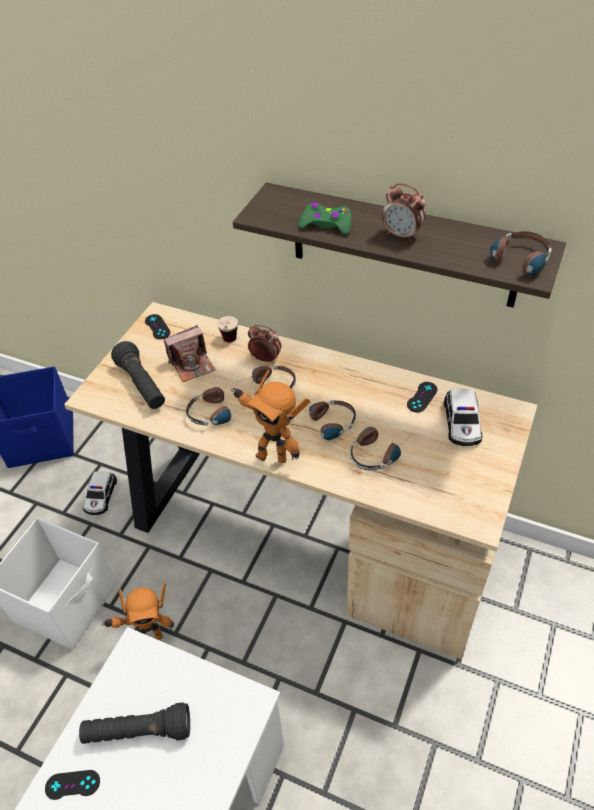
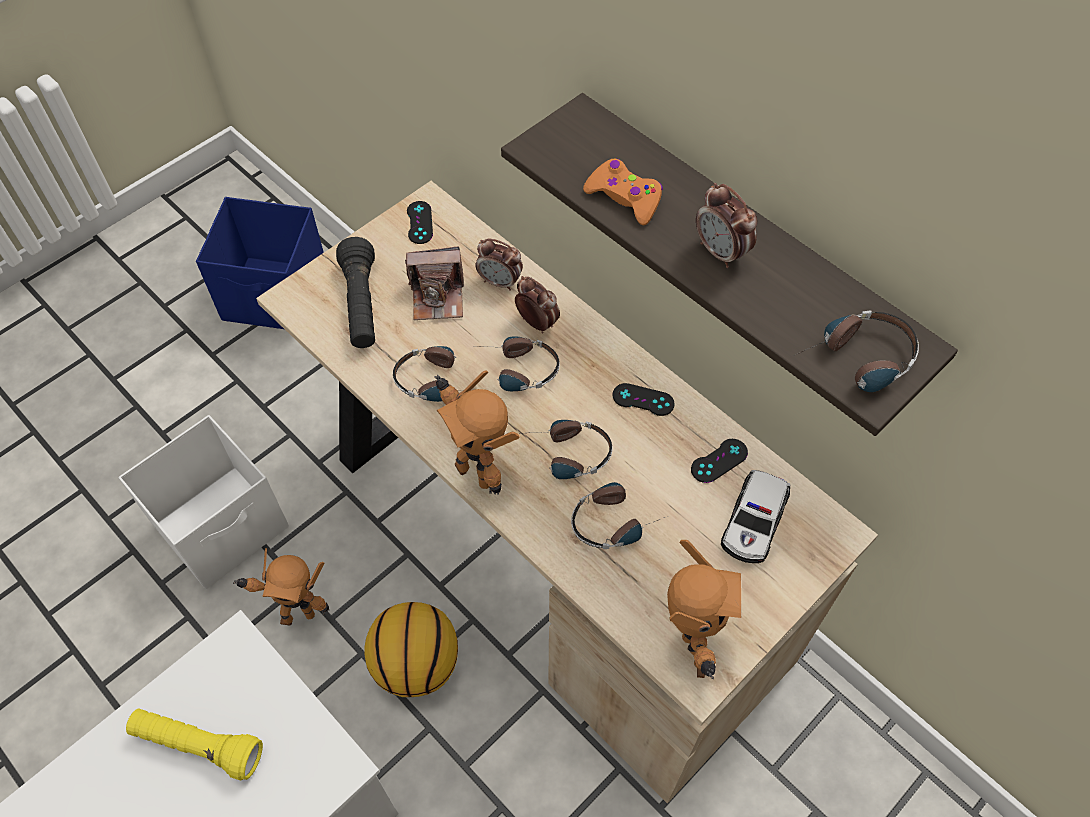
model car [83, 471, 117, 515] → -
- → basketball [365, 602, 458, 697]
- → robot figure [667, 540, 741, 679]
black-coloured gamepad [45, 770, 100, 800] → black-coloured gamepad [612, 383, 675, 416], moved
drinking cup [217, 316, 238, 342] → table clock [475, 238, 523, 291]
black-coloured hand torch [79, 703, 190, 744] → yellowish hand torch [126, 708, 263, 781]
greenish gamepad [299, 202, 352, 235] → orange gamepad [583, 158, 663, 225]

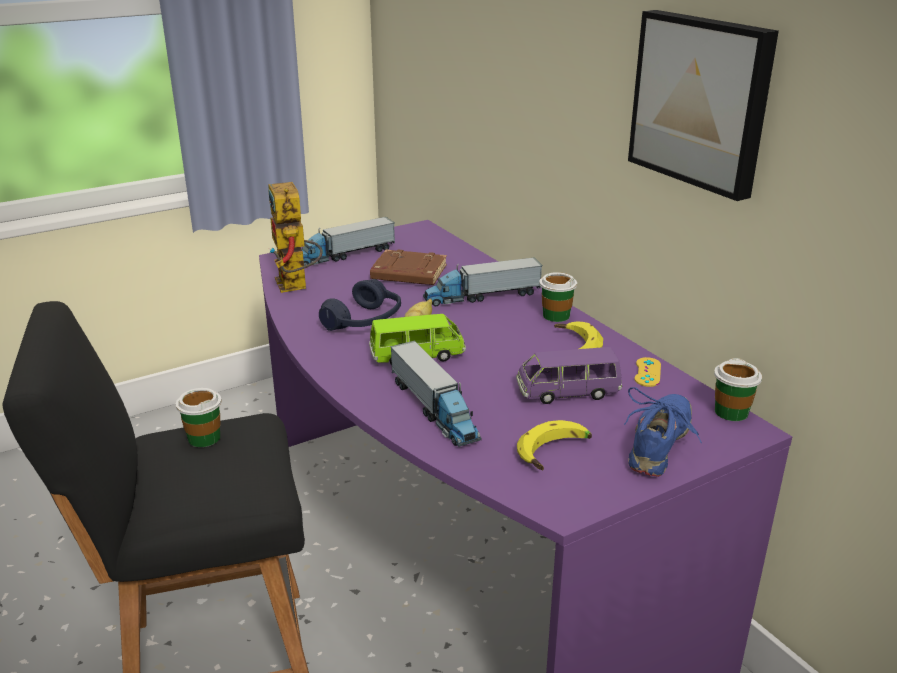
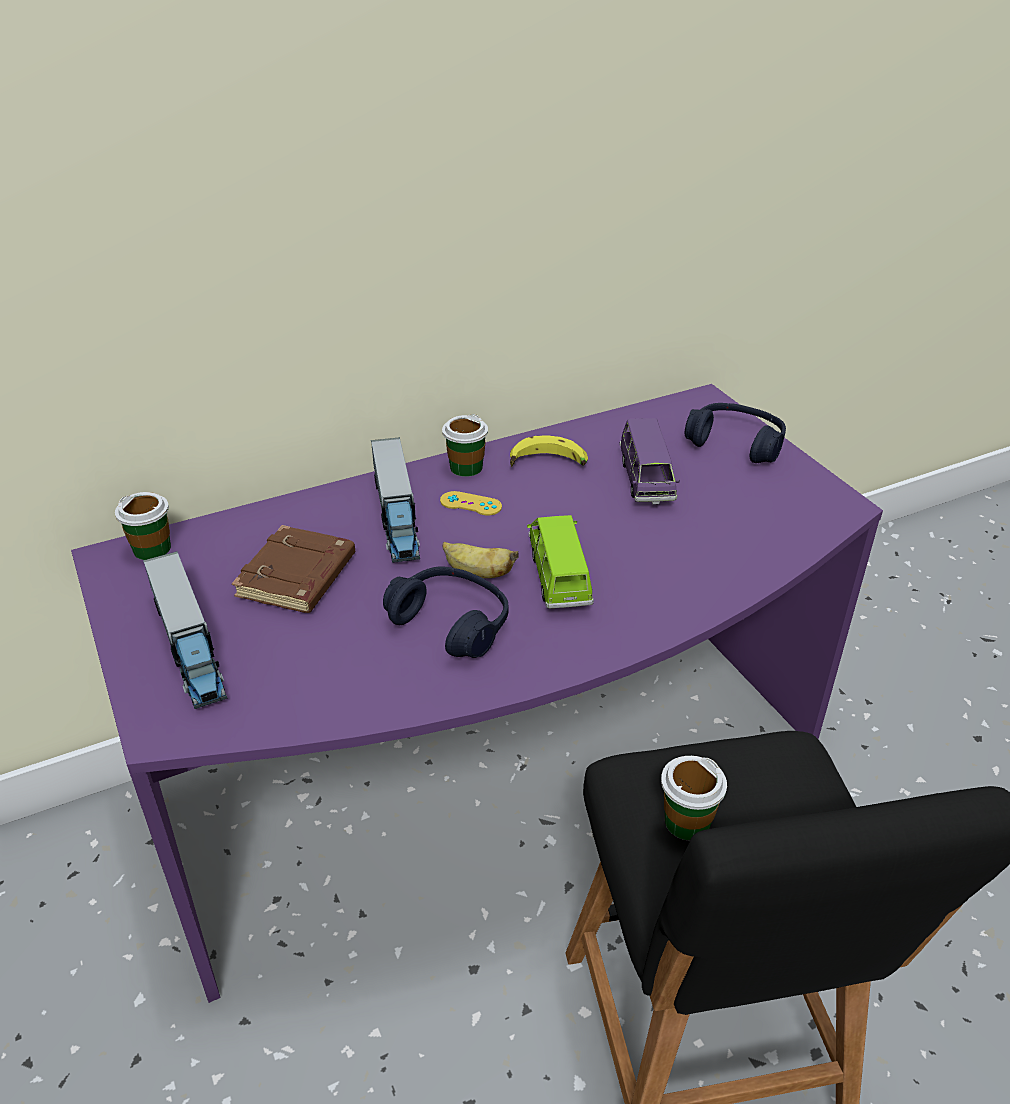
robot figure [269, 182, 323, 293] → -
toy truck [390, 341, 482, 447] → -
banana fruit [517, 420, 592, 470] → -
picture [628, 10, 779, 201] → -
yellowish gamepad [634, 357, 661, 387] → yellowish gamepad [440, 491, 502, 516], moved
drinking cup [714, 358, 762, 421] → drinking cup [115, 492, 171, 560], moved
blue-coloured low shoe [624, 387, 702, 477] → blue-coloured pair of headphones [685, 403, 786, 463]

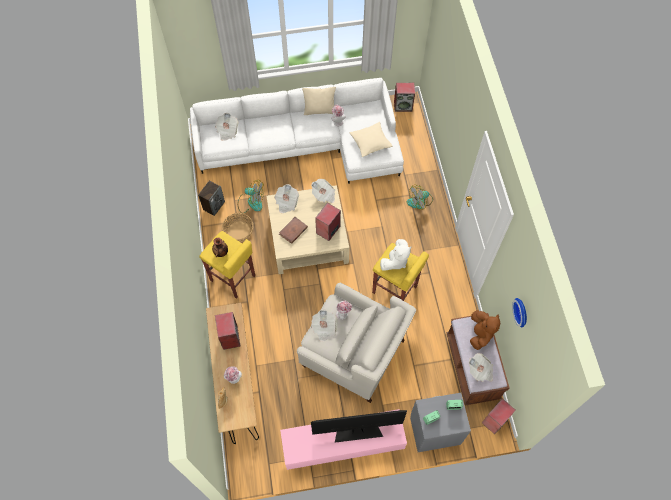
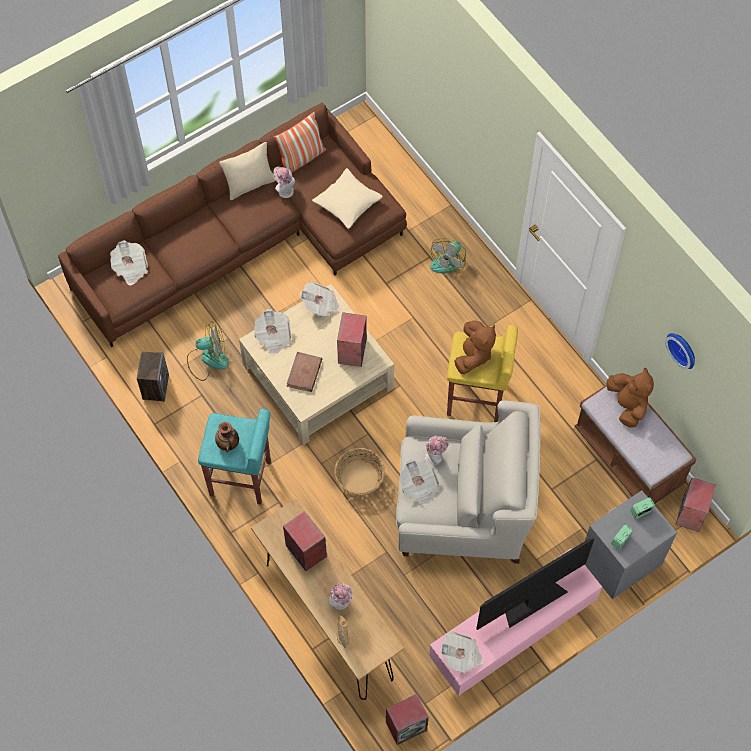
- → cushion [274, 112, 326, 173]
household basket [222, 213, 253, 242] → household basket [334, 448, 385, 496], moved
audio speaker [394, 83, 415, 112] → audio speaker [386, 694, 429, 745], moved
daily paper [469, 353, 493, 382] → daily paper [440, 632, 484, 674], moved
white sofa [190, 78, 404, 184] → brown sofa [58, 103, 407, 347]
yellowish stool [199, 231, 255, 299] → blue-green stool [198, 409, 271, 505]
white soft toy [380, 239, 412, 271] → brown soft toy [454, 320, 496, 374]

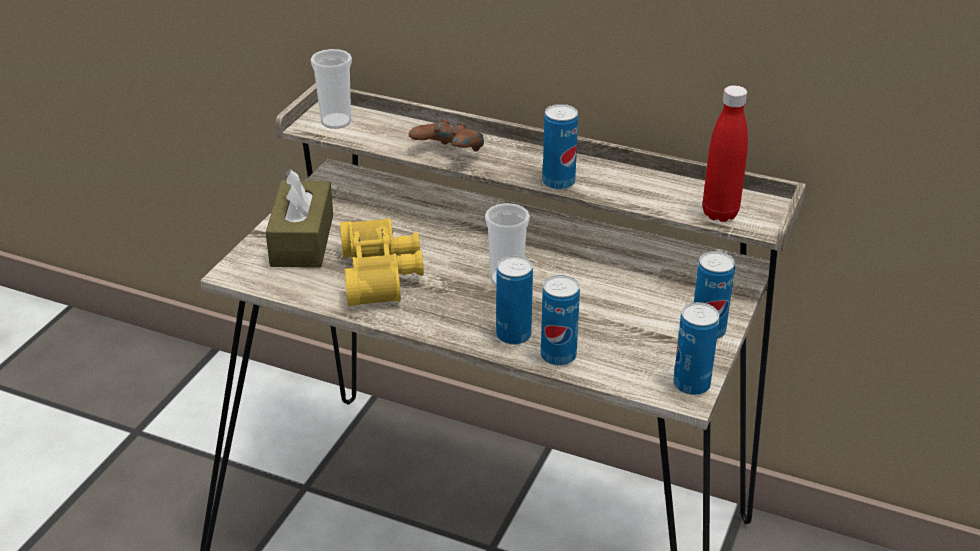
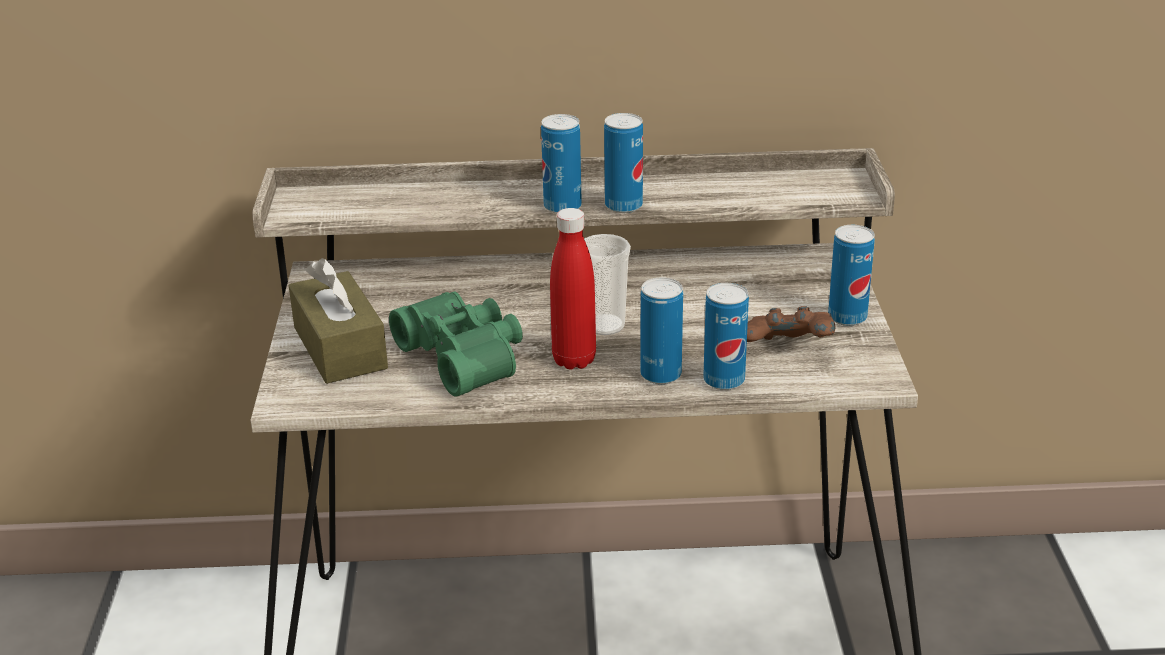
drinking cup [311, 49, 352, 129] → -
brown gamepad [409, 119, 484, 151] → brown gamepad [747, 306, 835, 342], moved
sealed can [673, 302, 719, 395] → sealed can [541, 114, 582, 214], moved
reddish drink bottle [702, 85, 748, 222] → reddish drink bottle [550, 208, 596, 370], moved
yellowish field glasses [340, 218, 424, 306] → greenish field glasses [389, 291, 523, 397]

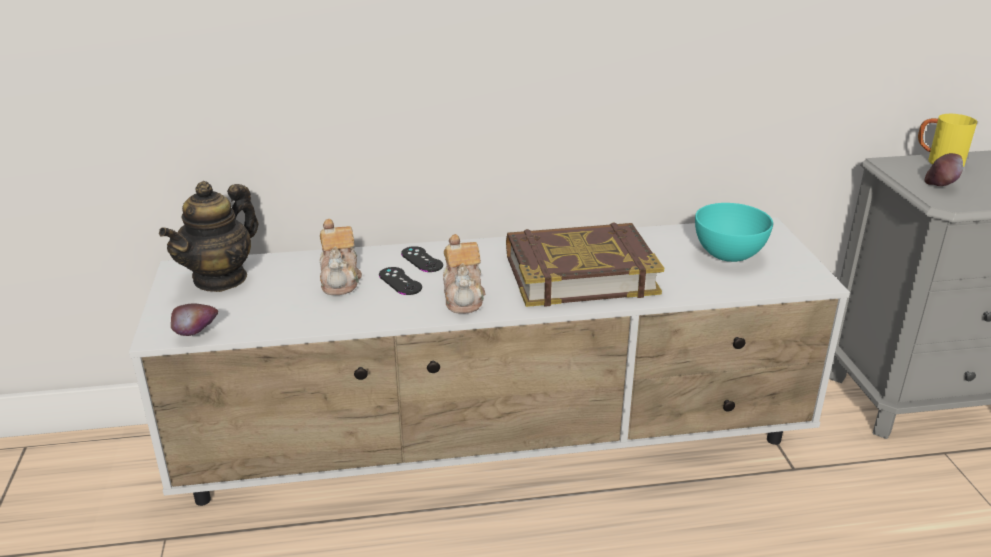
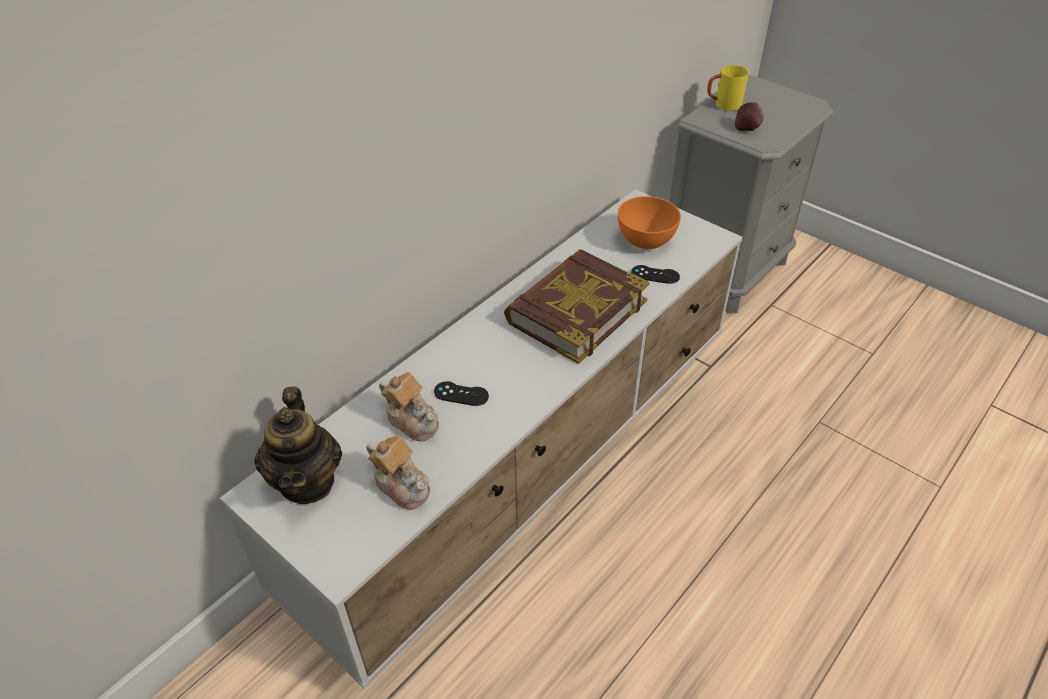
whole apple [171, 303, 218, 336] → -
black-coloured gamepad [401, 246, 443, 272] → black-coloured gamepad [631, 265, 680, 284], moved
teapot [443, 234, 485, 314] → teapot [367, 435, 430, 510], moved
blue-green bowl [695, 203, 773, 262] → orange bowl [618, 196, 681, 249]

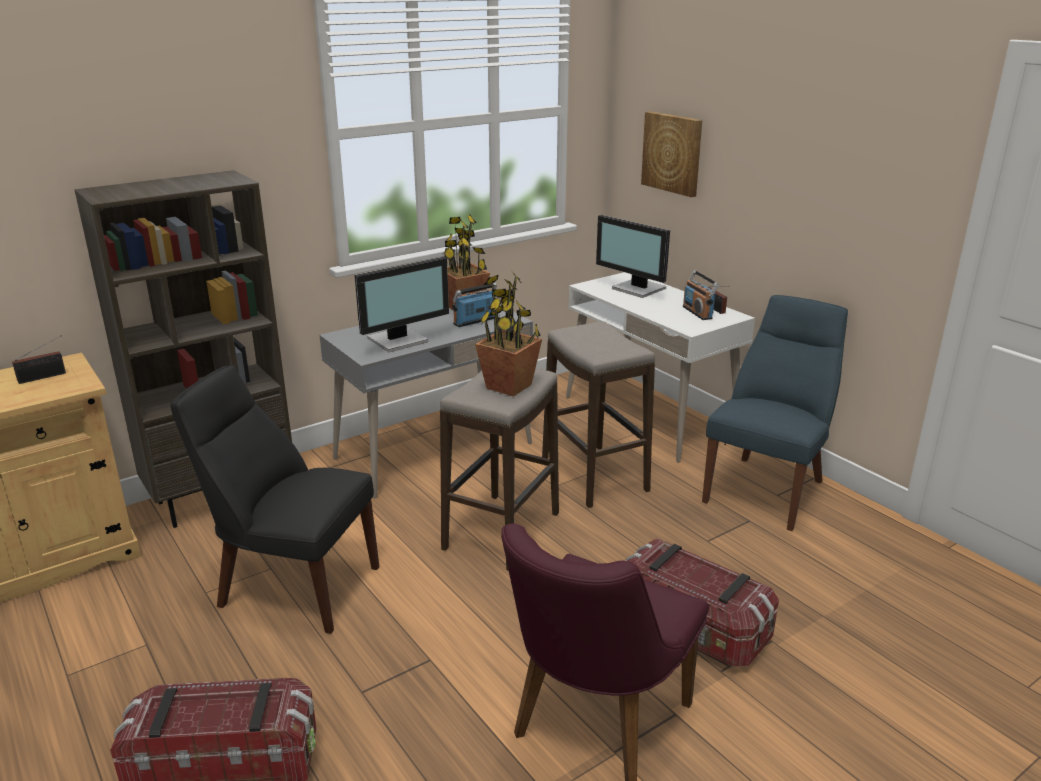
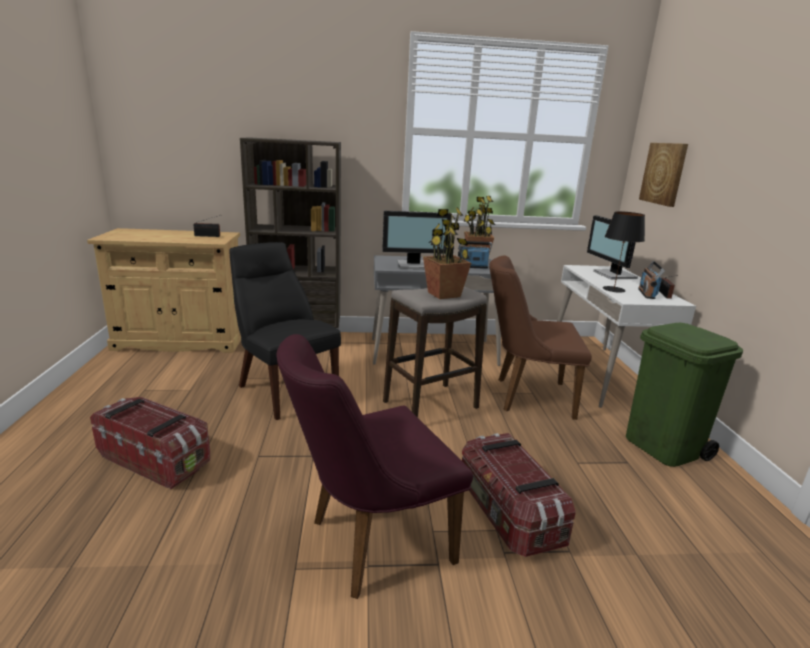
- → black-coloured lamp for a table [603, 211, 645, 293]
stool [542, 321, 655, 508] → brown chair [489, 255, 592, 420]
blue-coloured chair [702, 295, 848, 531] → greenish rubbish bin [626, 323, 743, 467]

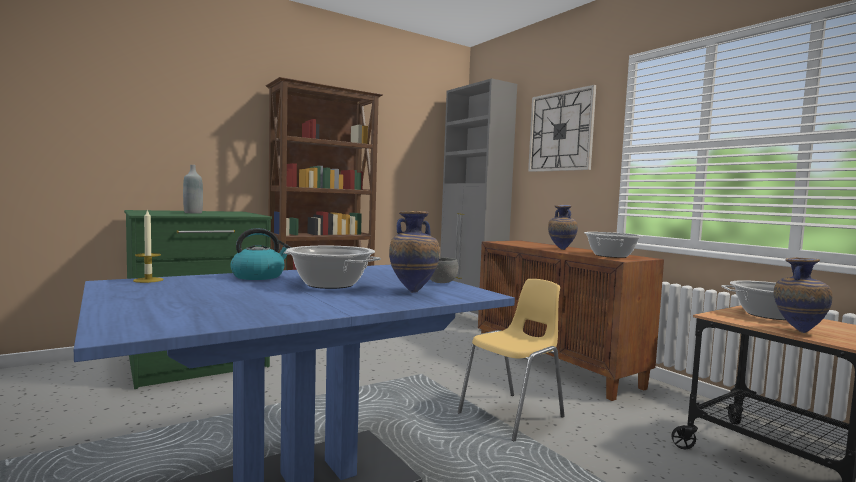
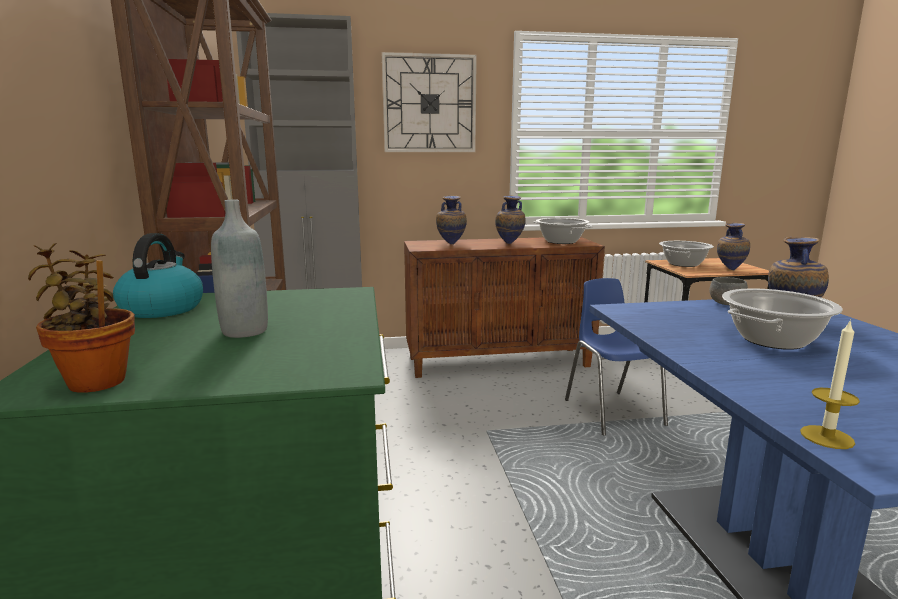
- → plant in a pot [28, 243, 135, 393]
- → decorative vase [436, 195, 467, 244]
water kettle [230, 228, 292, 280] → water kettle [113, 233, 203, 318], moved
yellowish chair [458, 279, 565, 441] → blue-coloured chair [565, 278, 668, 436]

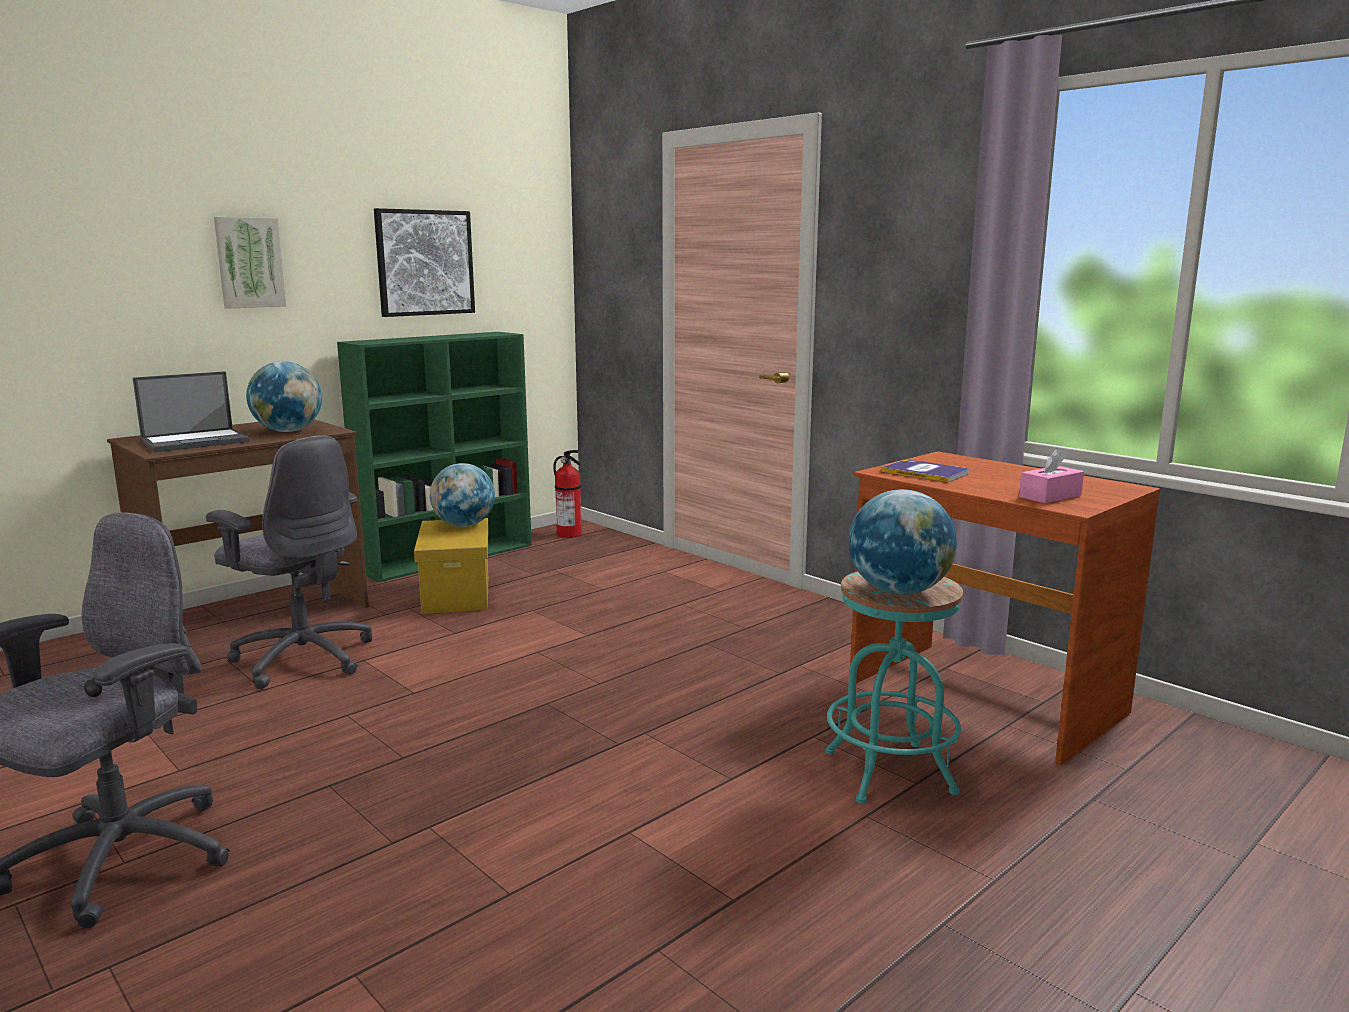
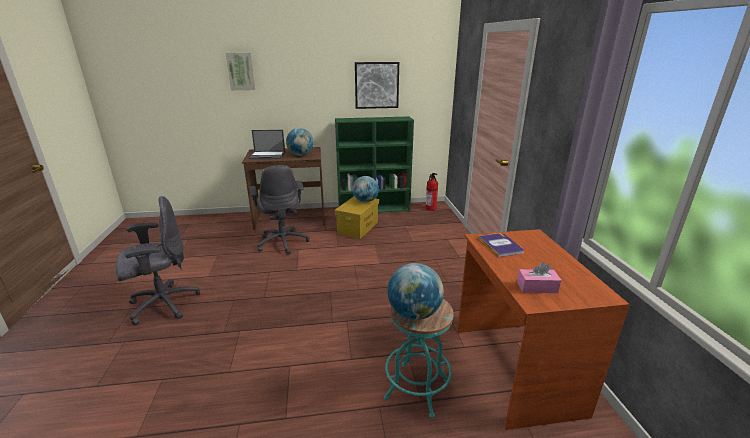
picture [214, 217, 286, 309] → picture [226, 52, 256, 90], moved

